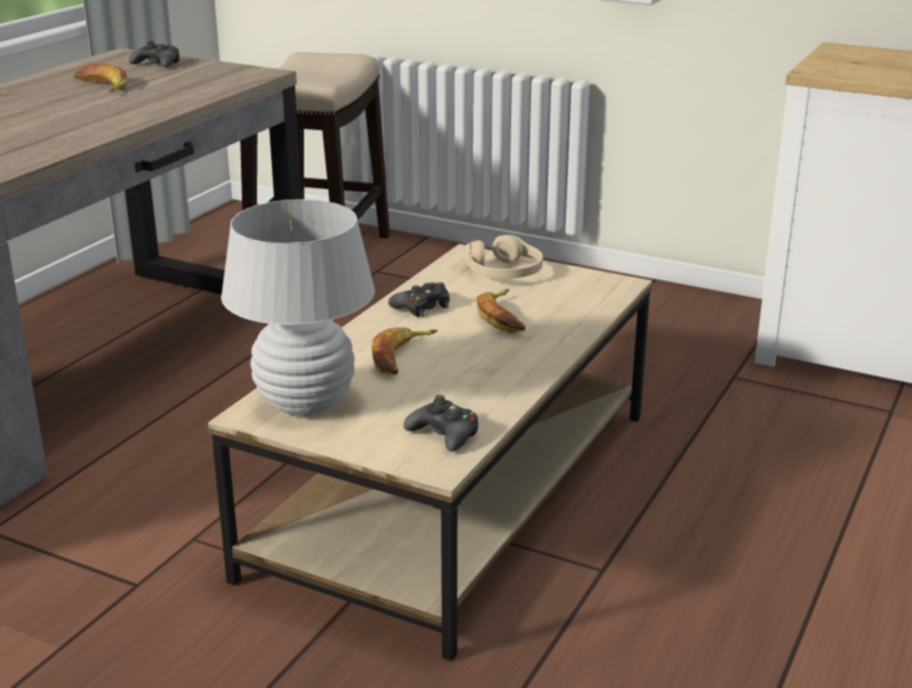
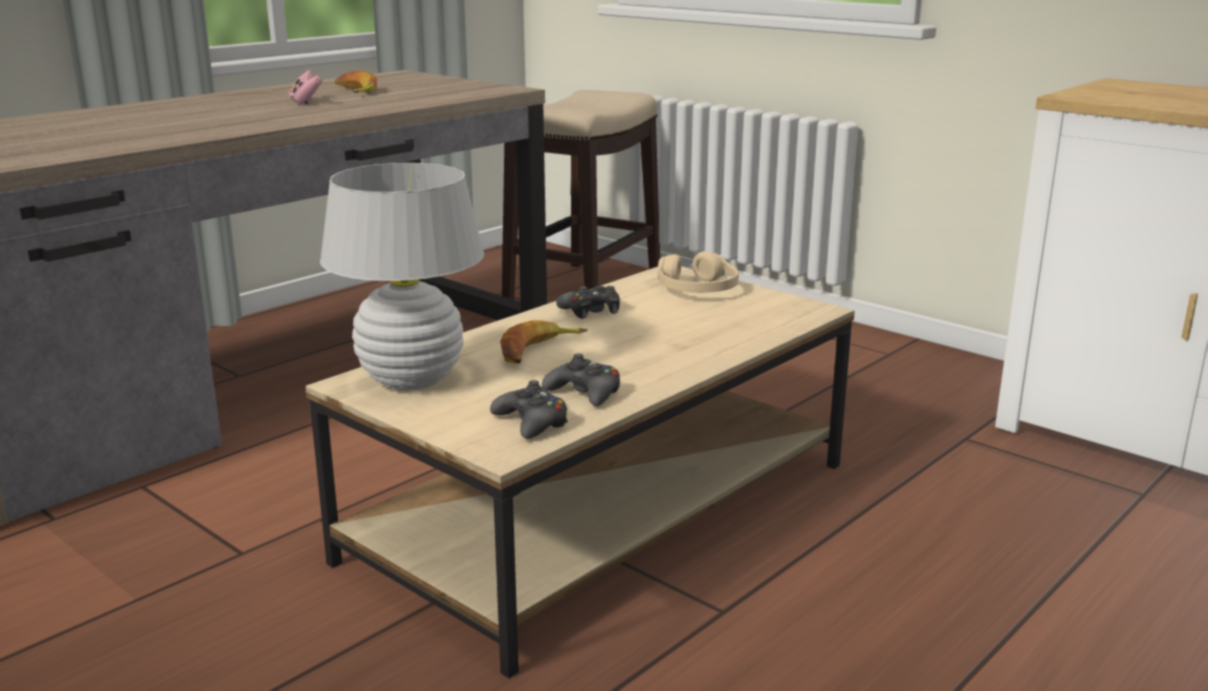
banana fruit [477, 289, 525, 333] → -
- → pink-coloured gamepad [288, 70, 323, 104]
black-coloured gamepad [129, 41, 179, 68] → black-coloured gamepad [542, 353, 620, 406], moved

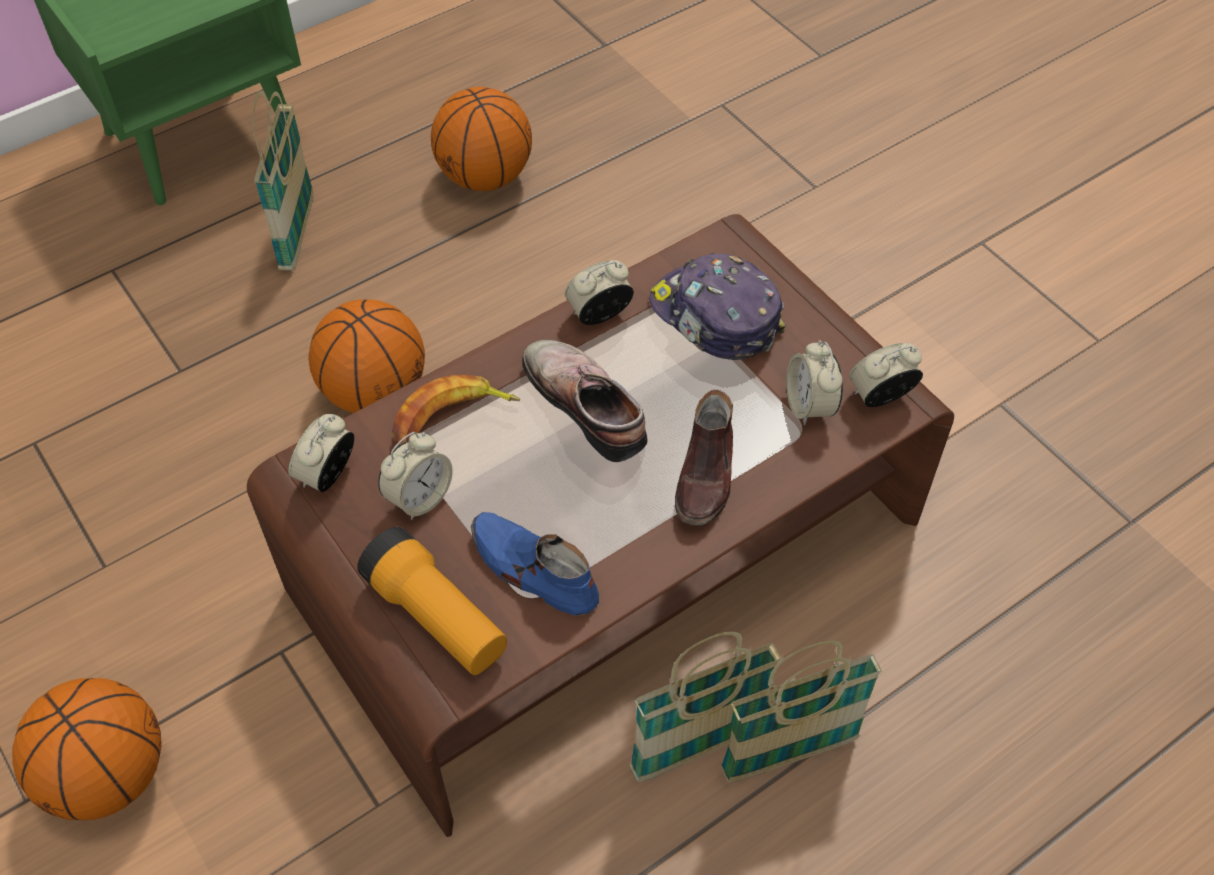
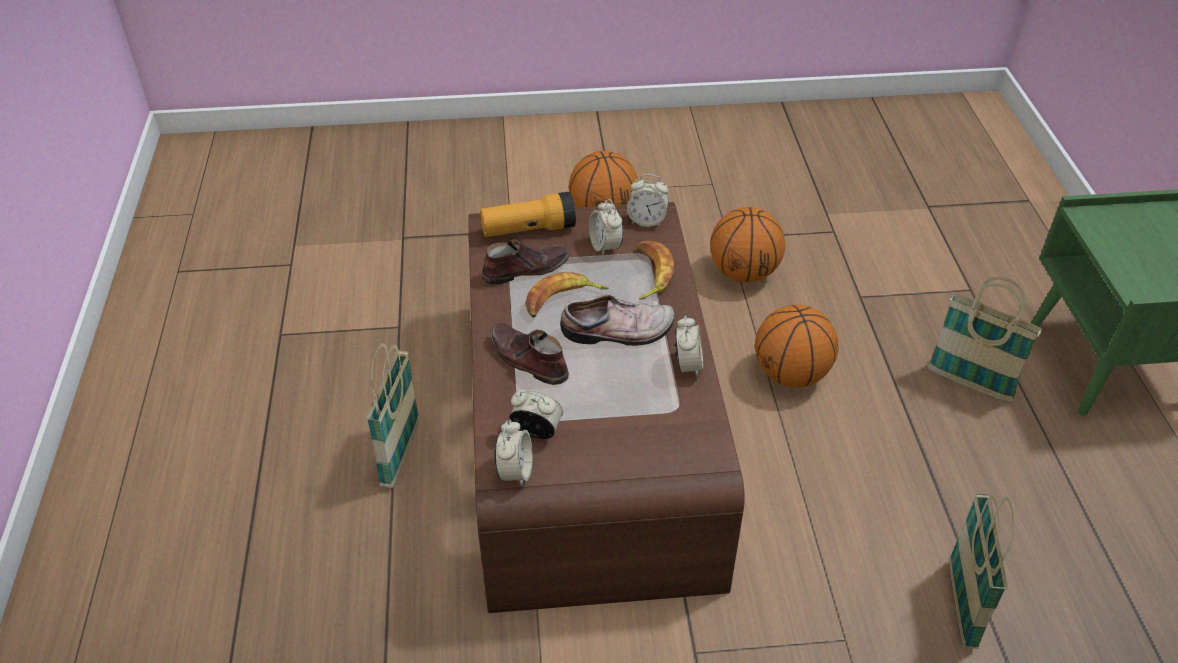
baseball cap [650, 253, 786, 360] → -
- → banana fruit [525, 272, 609, 317]
basketball [431, 87, 532, 191] → basketball [710, 207, 785, 282], moved
household basket [630, 632, 782, 782] → household basket [949, 494, 1014, 649], moved
blue-coloured low shoe [471, 512, 599, 616] → brown low shoe [482, 239, 570, 285]
table clock [288, 414, 354, 492] → table clock [627, 174, 669, 227], 135 degrees clockwise

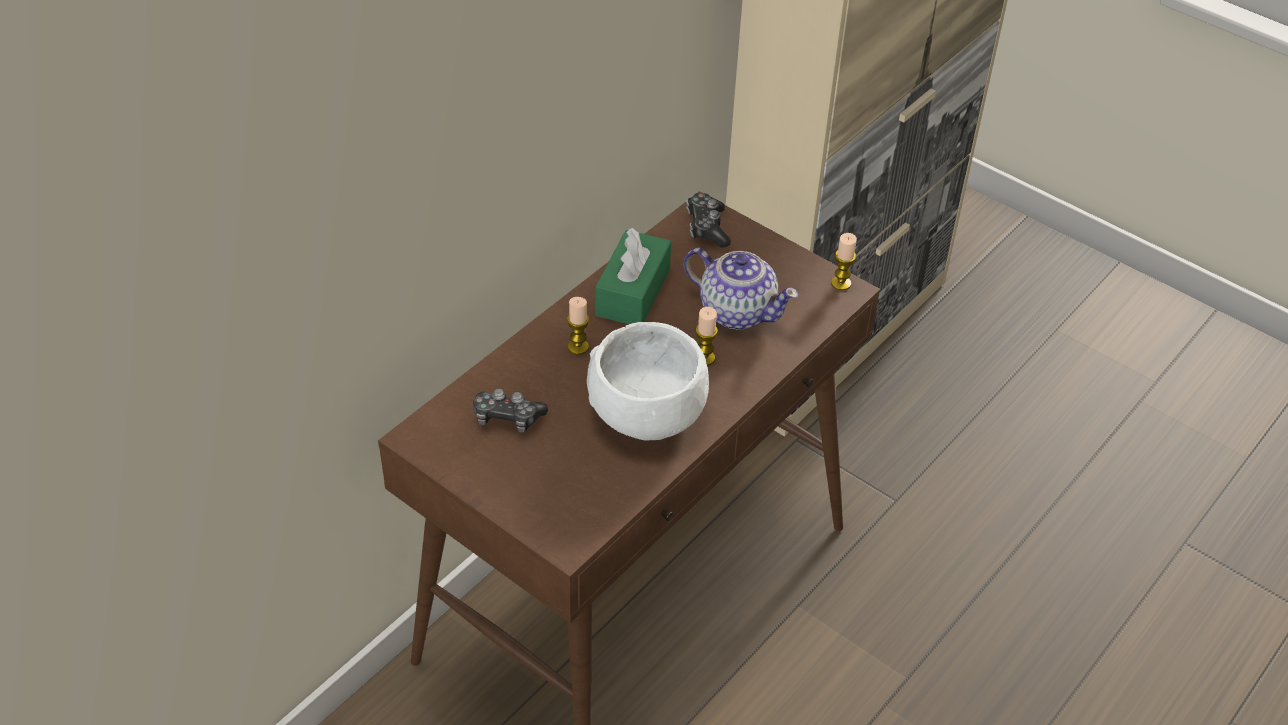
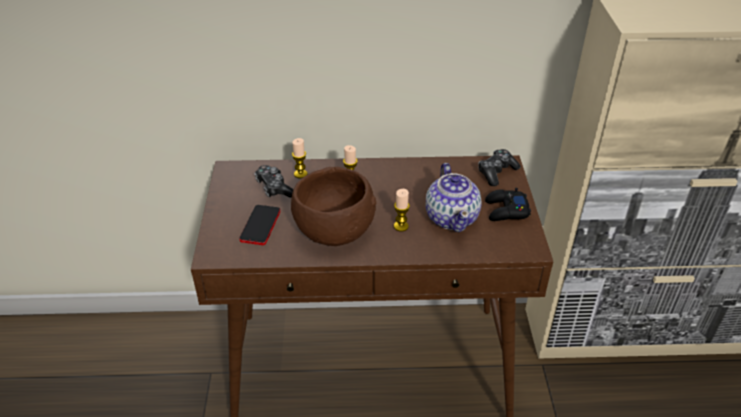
greenish tissue holder [595, 228, 671, 324] → -
- → telephone [239, 205, 280, 245]
- → black-coloured gamepad [485, 188, 531, 221]
wax candle [831, 233, 857, 291] → wax candle [292, 138, 308, 179], moved
white bowl [587, 322, 709, 440] → brown bowl [291, 166, 376, 246]

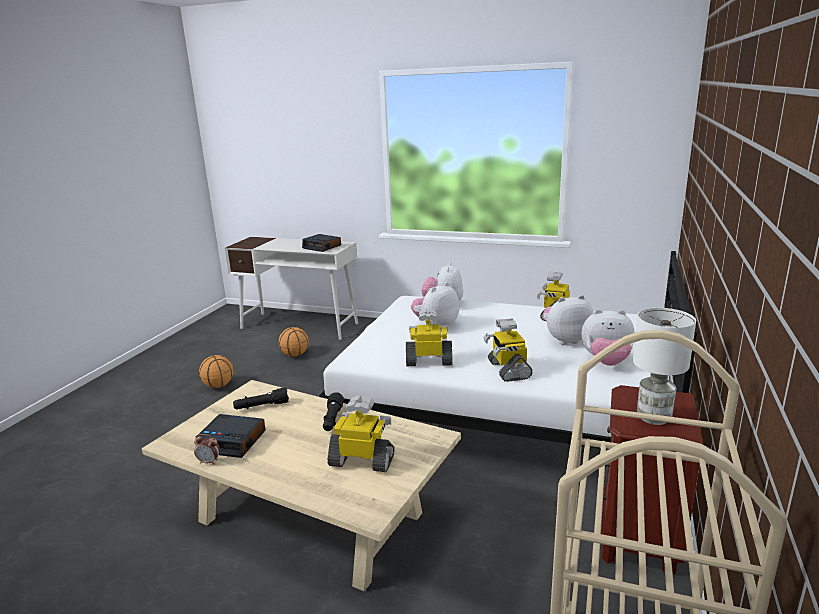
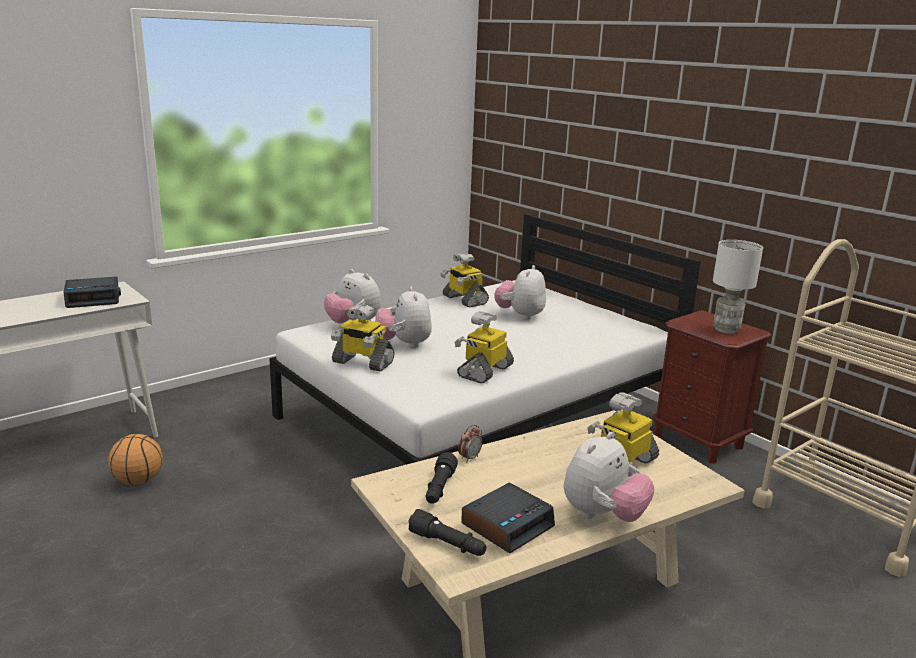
basketball [199, 355, 233, 388] → -
table clock [194, 434, 220, 465] → table clock [458, 424, 483, 462], moved
black-coloured hand torch [323, 392, 344, 431] → black-coloured hand torch [408, 509, 486, 556], moved
robot figure [483, 318, 533, 382] → robot figure [331, 304, 395, 372], moved
soft toy [581, 309, 635, 366] → soft toy [564, 432, 654, 522], moved

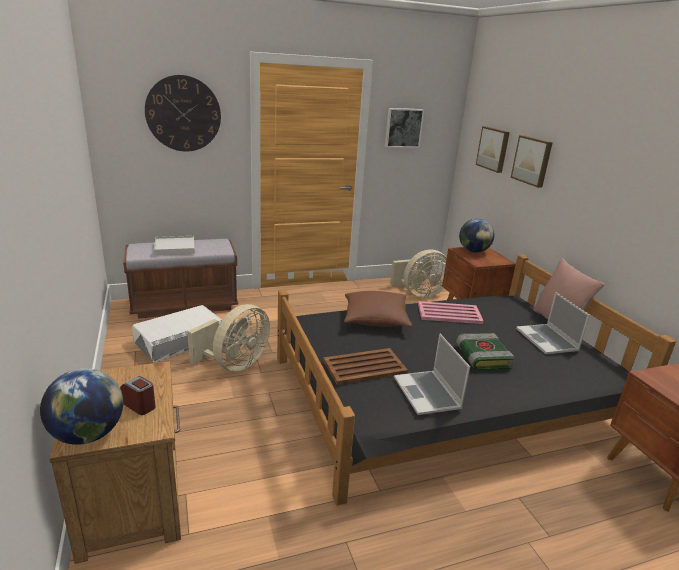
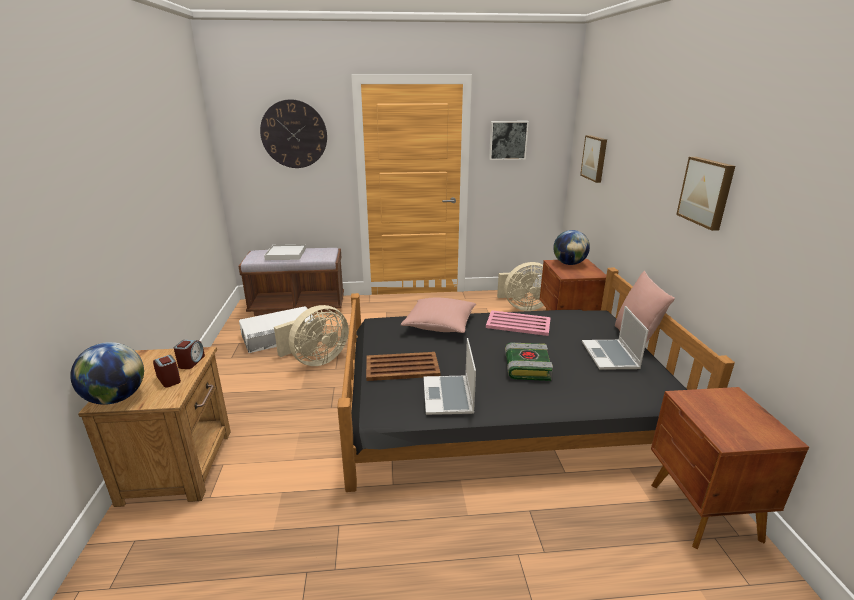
- → table clock [174, 340, 205, 369]
picture [511, 135, 553, 188] → picture [676, 157, 735, 231], moved
brown cushion [344, 291, 412, 327] → pink-coloured cushion [401, 298, 476, 333]

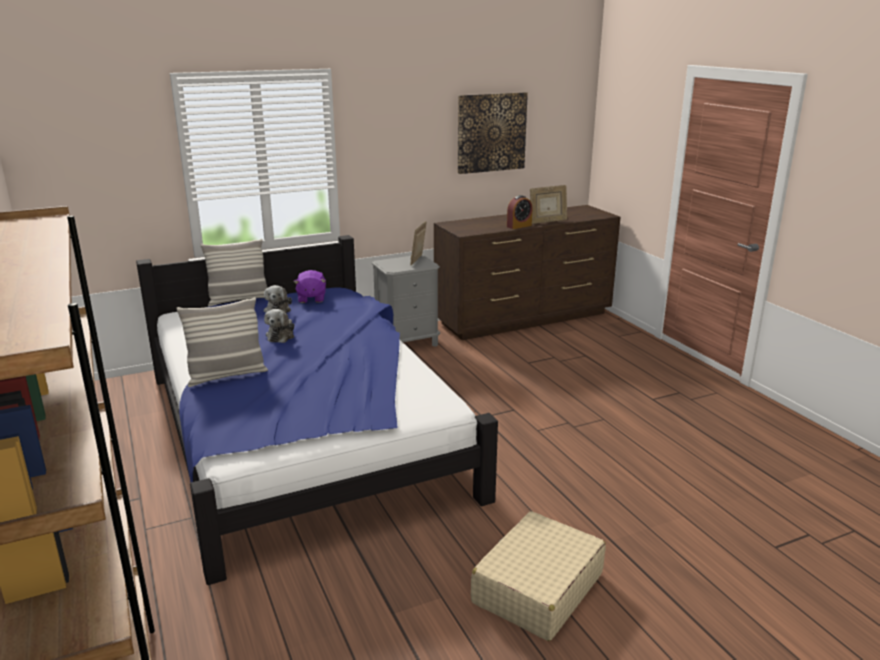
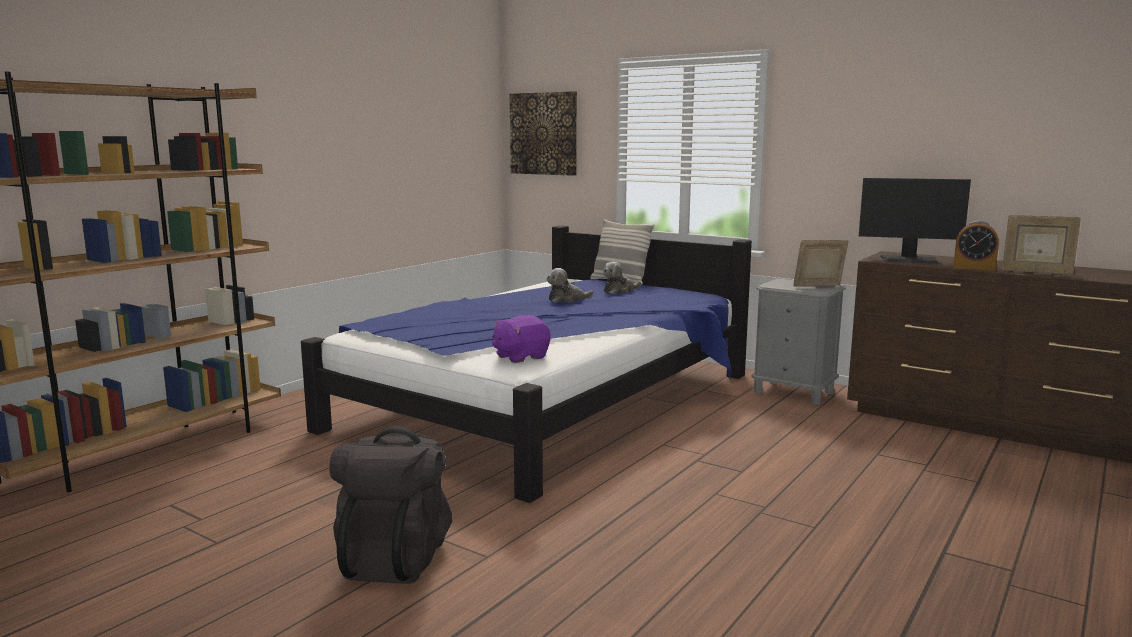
cushion [176, 297, 268, 387] → -
- → monitor [859, 178, 971, 264]
purplish soft toy [293, 270, 326, 303] → purplish soft toy [492, 315, 551, 363], moved
picture [458, 92, 528, 174] → picture [510, 91, 577, 176], moved
beige-coloured suitcase [471, 511, 606, 641] → black-coloured rucksack [329, 426, 452, 584]

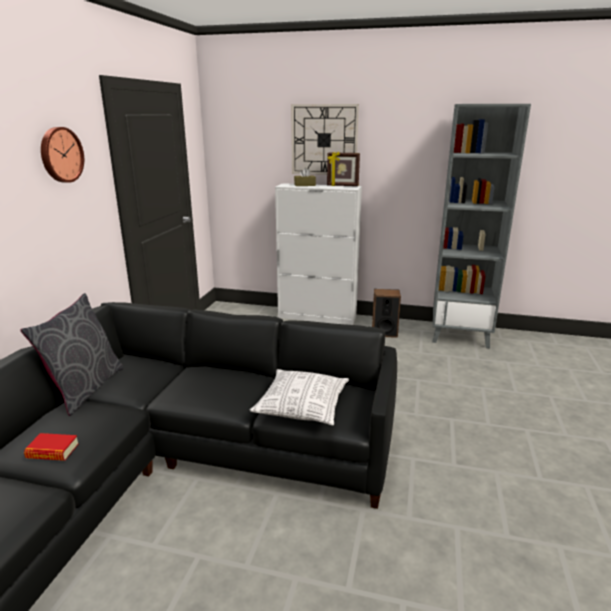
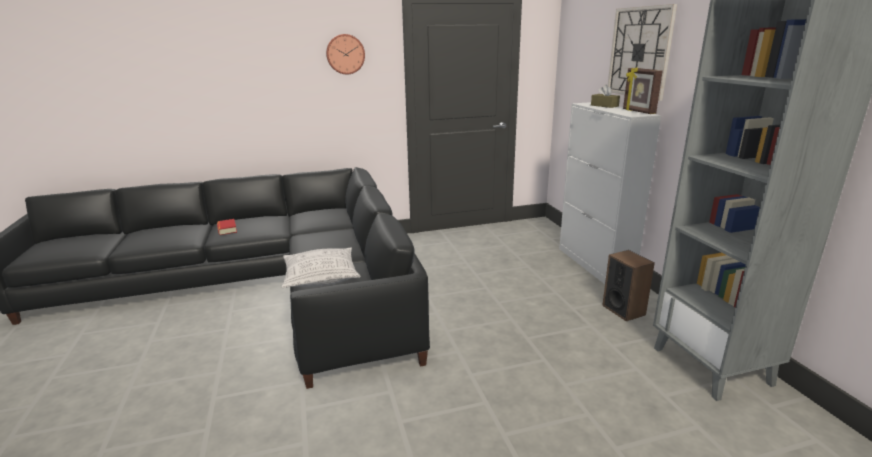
gray cushion [21, 293, 124, 416] → -

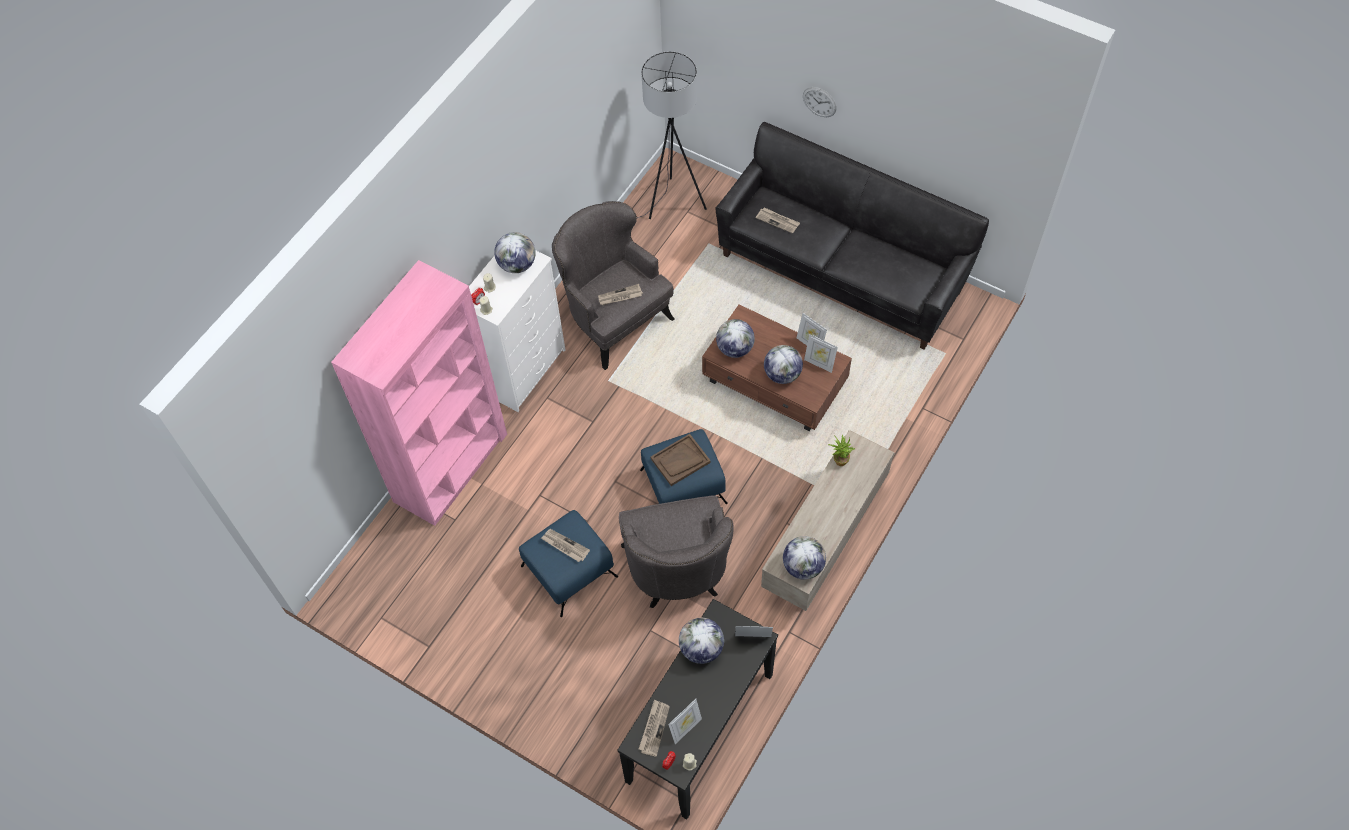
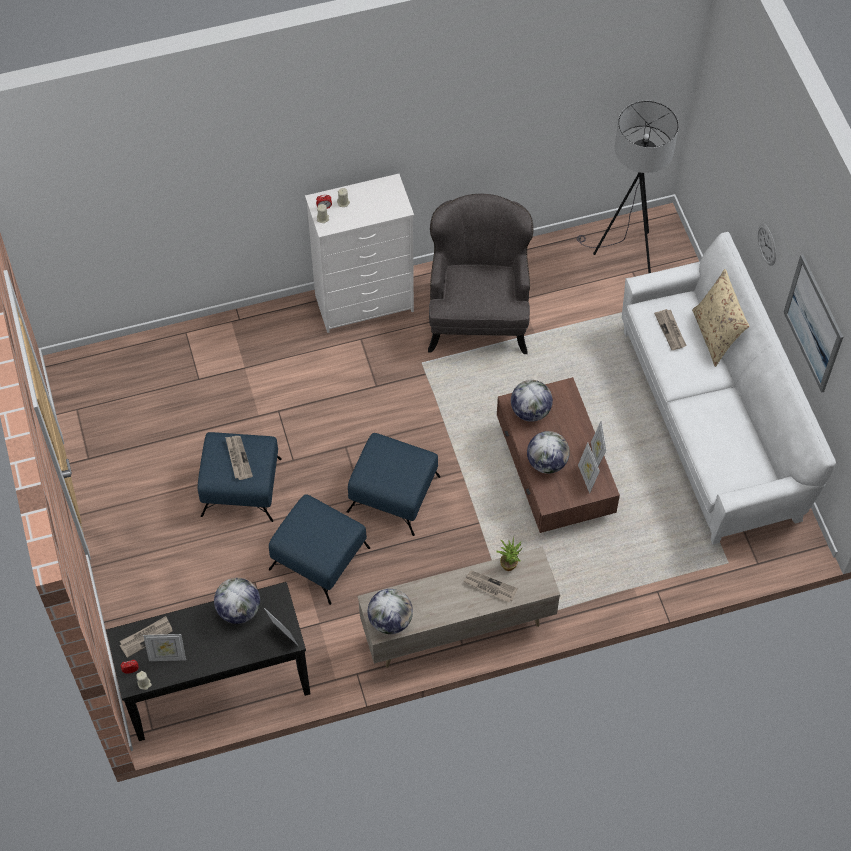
pink-coloured bookshelf [331, 260, 507, 526] → -
globe [494, 232, 536, 273] → -
brown carrying tray [651, 434, 711, 486] → -
- → beige-coloured cushion [692, 269, 749, 367]
- → picture [784, 254, 843, 393]
daily paper [598, 284, 643, 305] → daily paper [464, 570, 518, 603], moved
gray lounge chair [619, 495, 734, 608] → blue-coloured footrest [269, 494, 370, 605]
black-coloured sofa [715, 122, 989, 350] → white sofa [622, 232, 836, 545]

